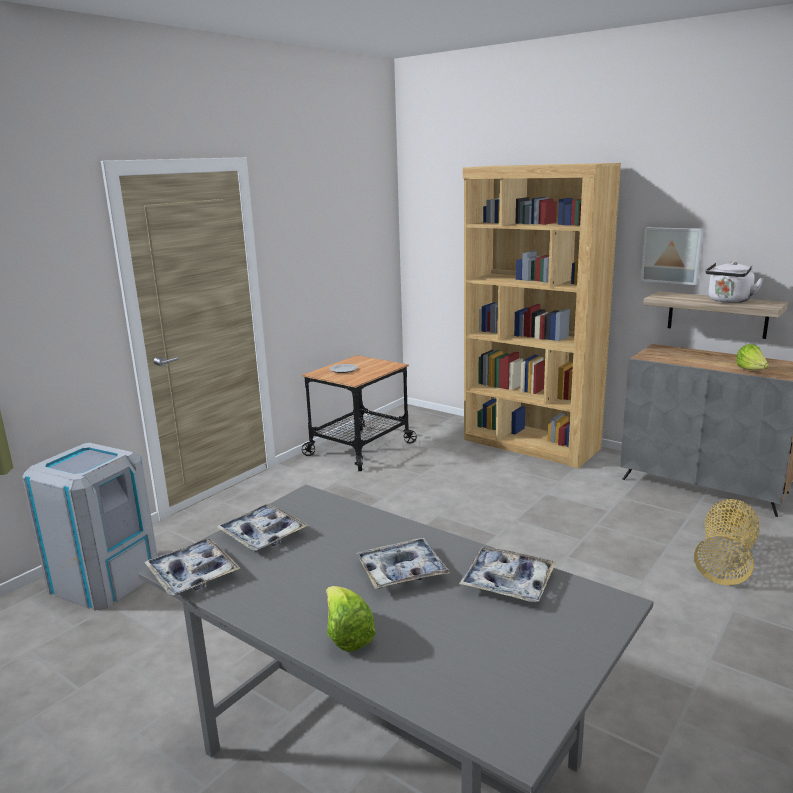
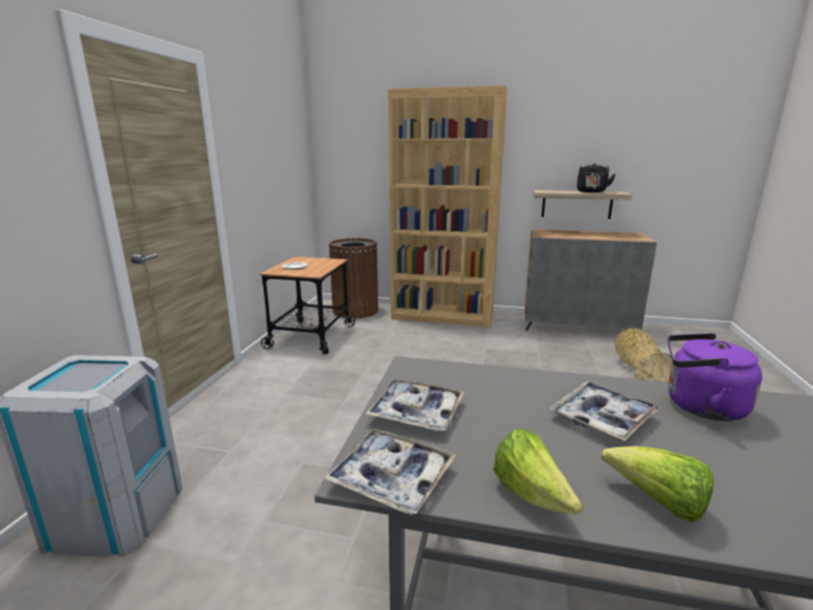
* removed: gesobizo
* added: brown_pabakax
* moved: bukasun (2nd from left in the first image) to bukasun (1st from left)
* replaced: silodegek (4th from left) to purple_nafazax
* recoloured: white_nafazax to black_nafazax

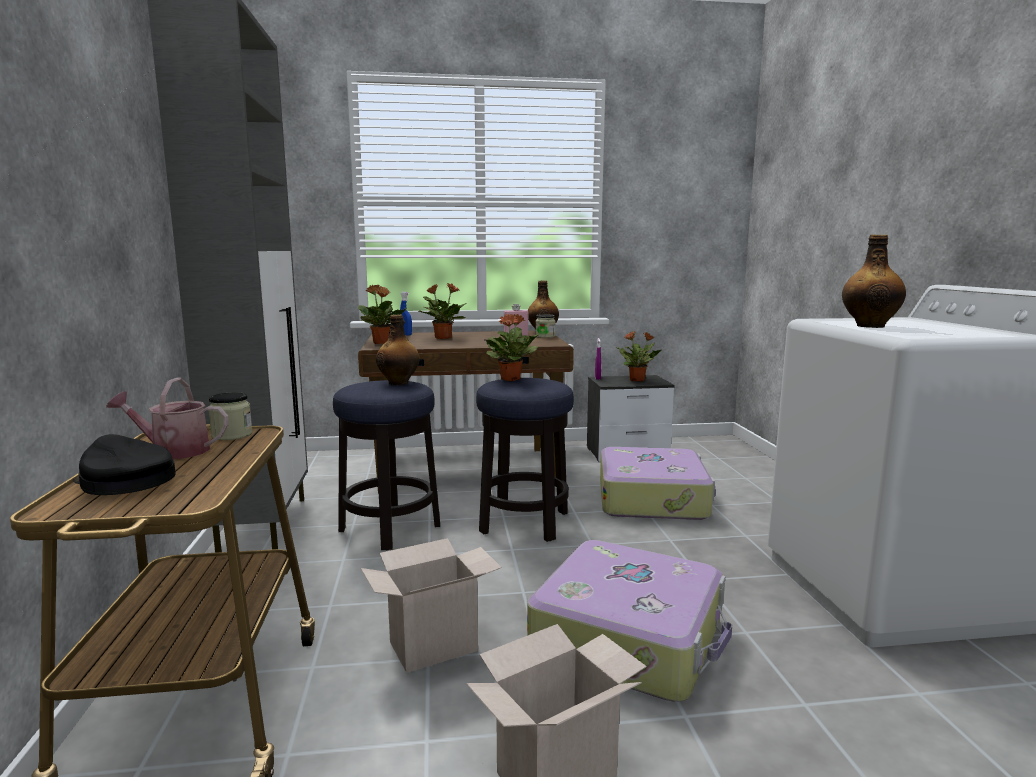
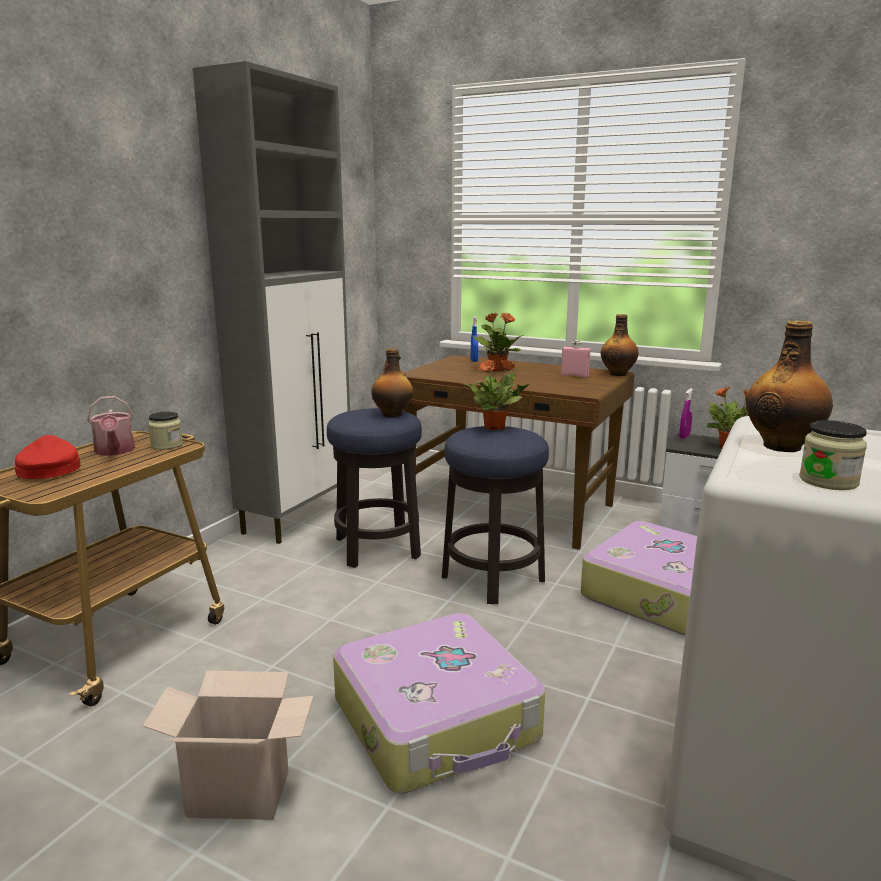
* removed: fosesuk (1st from left)
* removed: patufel (1st from left)
* moved: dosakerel (2nd from left)
* recoloured: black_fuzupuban to red_fuzupuban
* turned: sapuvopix 150 degrees counterclockwise

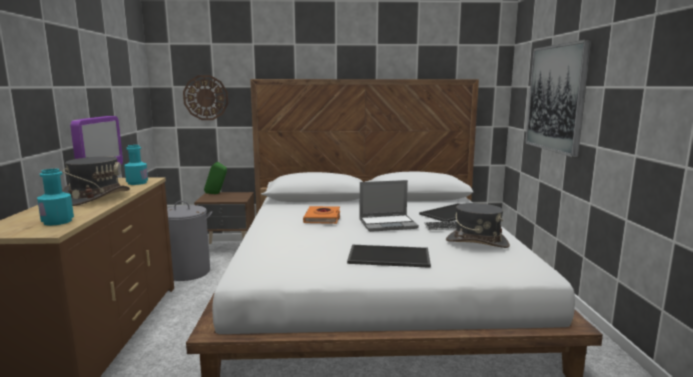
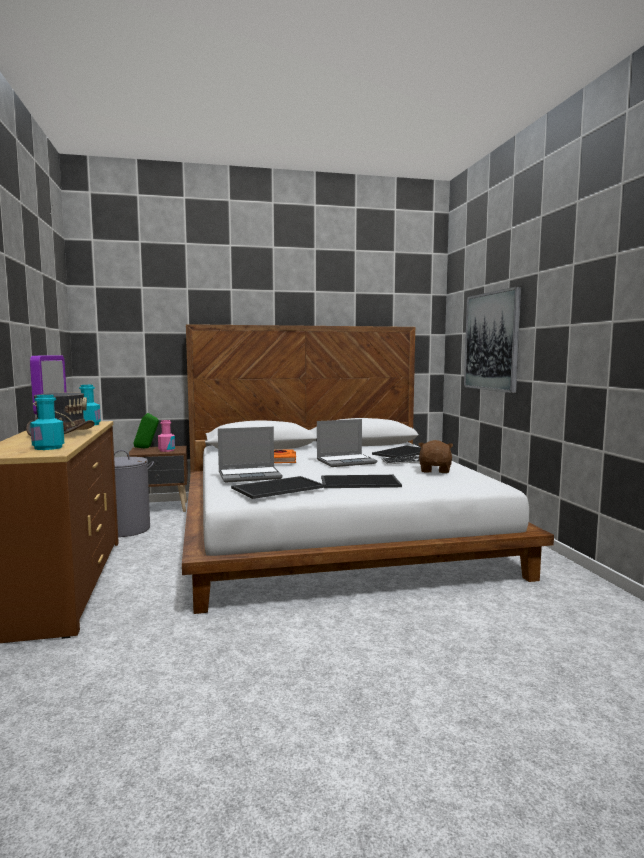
* removed: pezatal
* added: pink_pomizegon
* added: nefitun (1st from left)
* added: silodegek (1st from left)
* replaced: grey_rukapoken (2nd from left) to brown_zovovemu

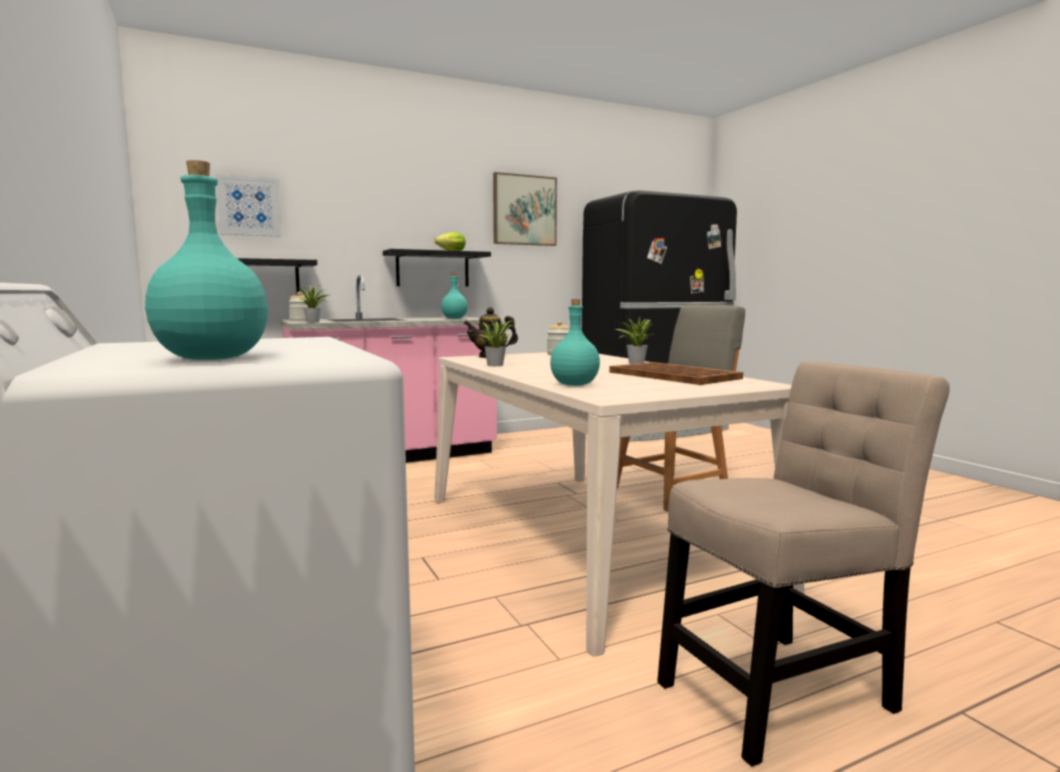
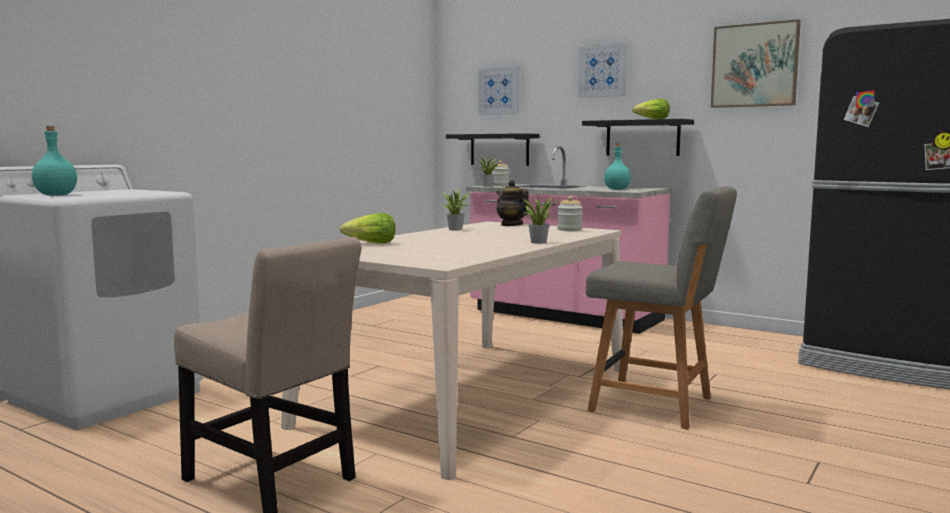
* removed: brown_silodegek
* added: gesobizo (2nd from left)
* replaced: turquoise_pomizegon (3rd from left) to bukasun (1st from left)

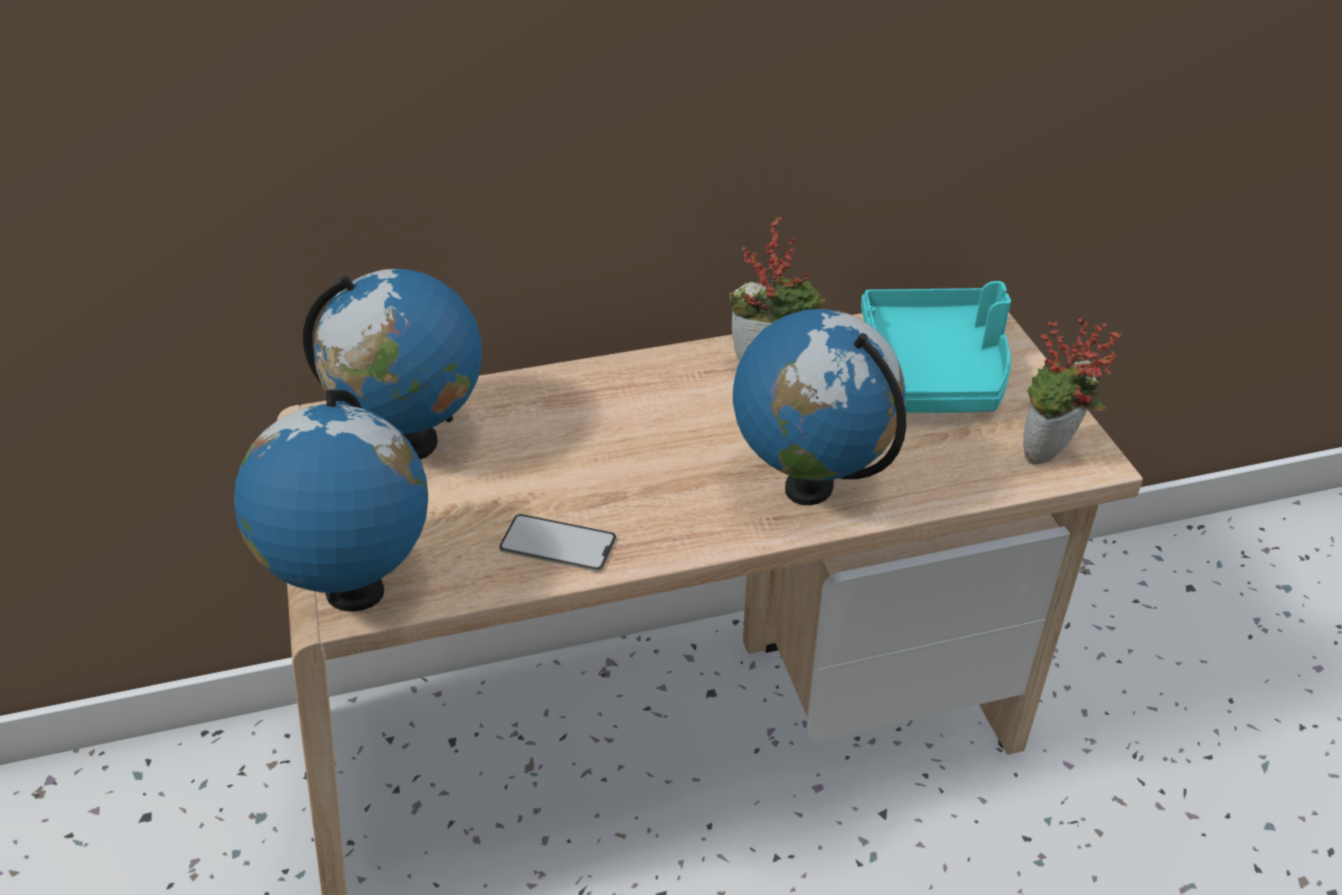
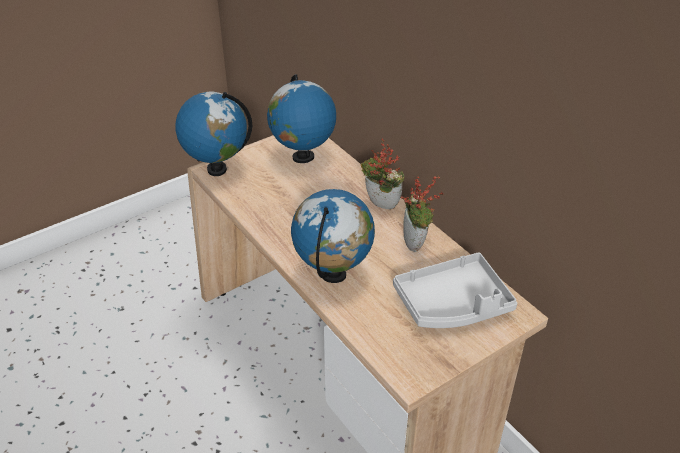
* removed: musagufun
* moved: fosesuk (2nd from left in the first image) to fosesuk (1st from left)
* recoloured: turquoise_silodegek to grey_silodegek

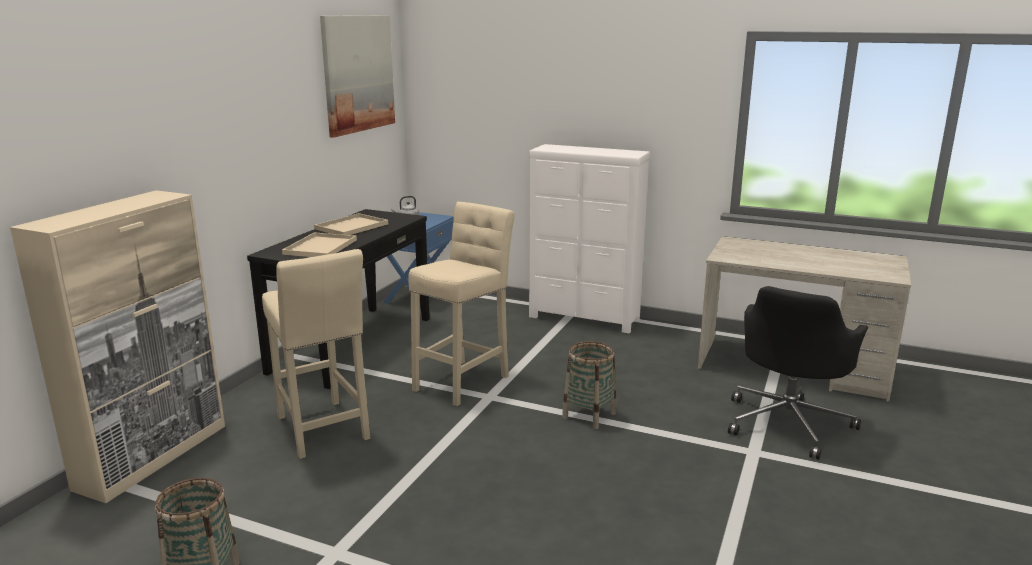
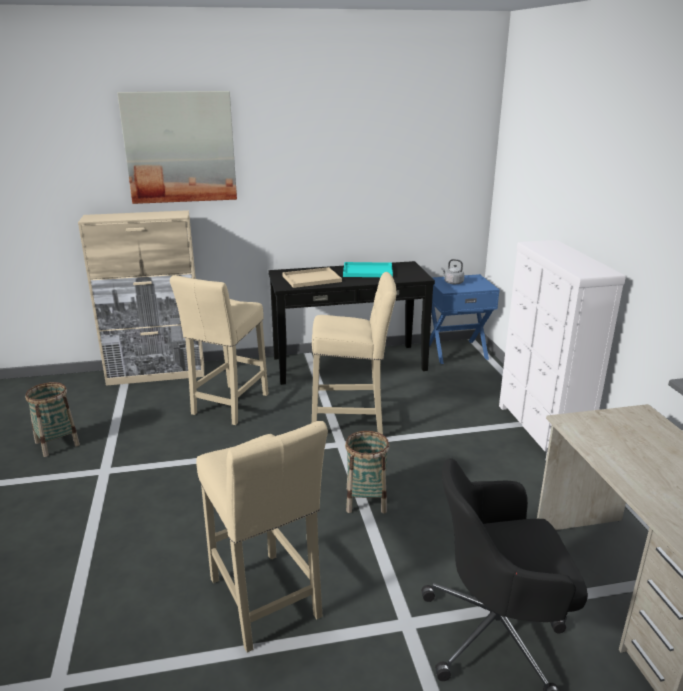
* added: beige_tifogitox (2nd from left)
* moved: gesobizo
* recoloured: beige_silodegek (2nd from left) to turquoise_silodegek

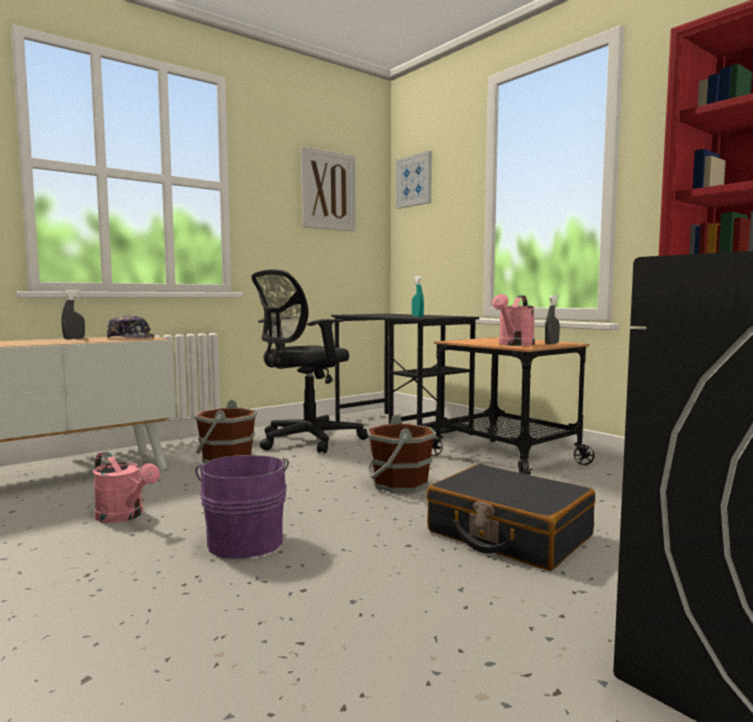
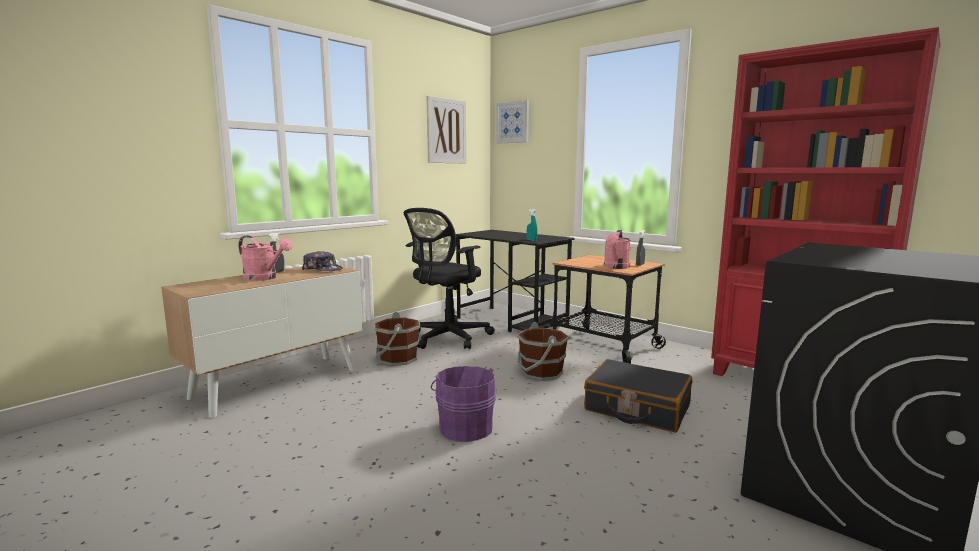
* moved: pink_sapuvopix (1st from left)

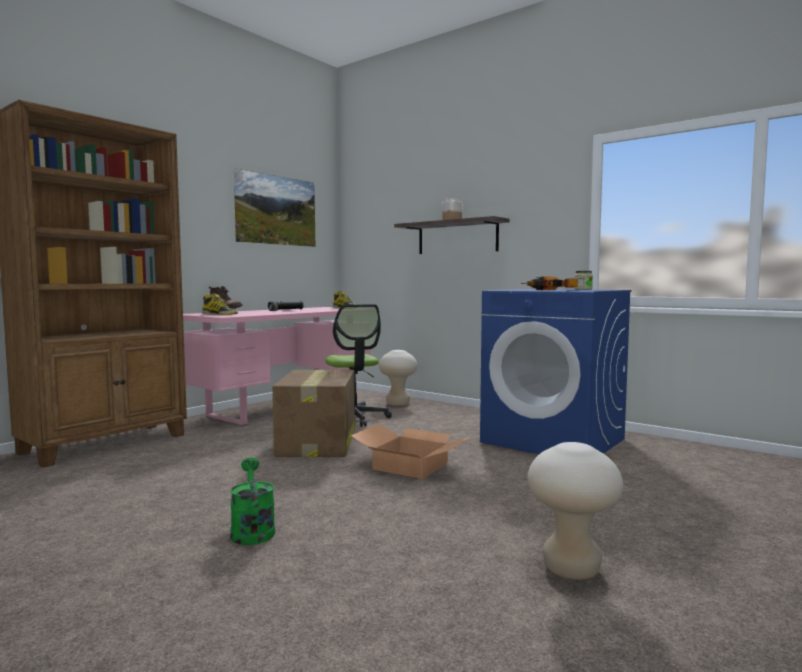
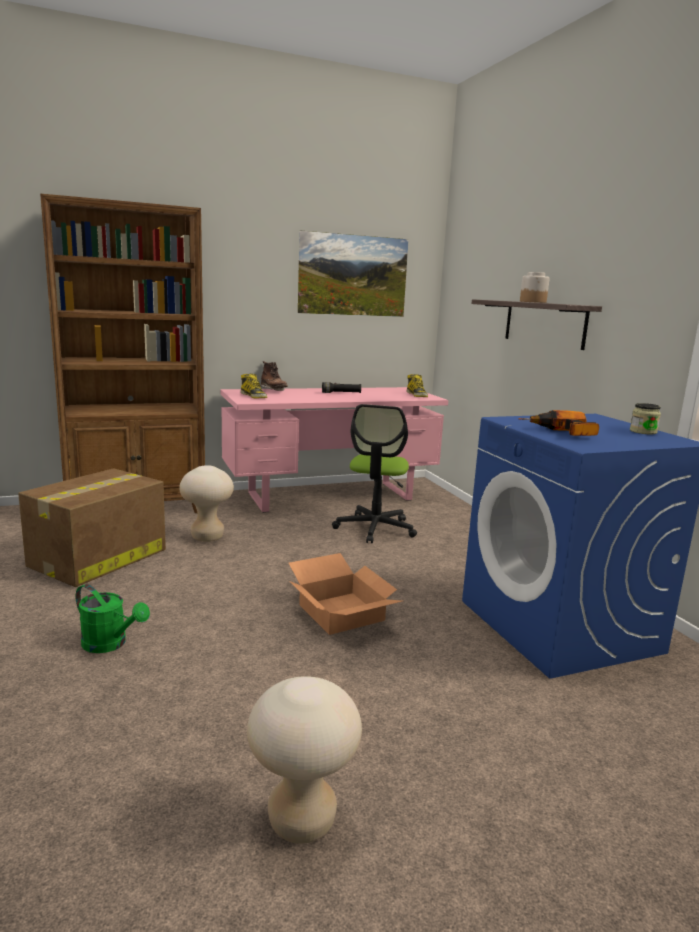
* moved: patufel (1st from left)
* moved: beige_tifogitox (1st from left)
* turned: green_sapuvopix 105 degrees clockwise

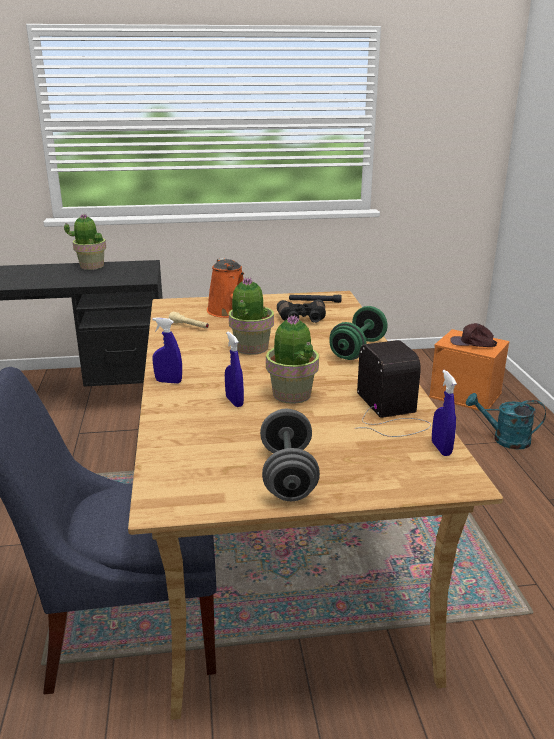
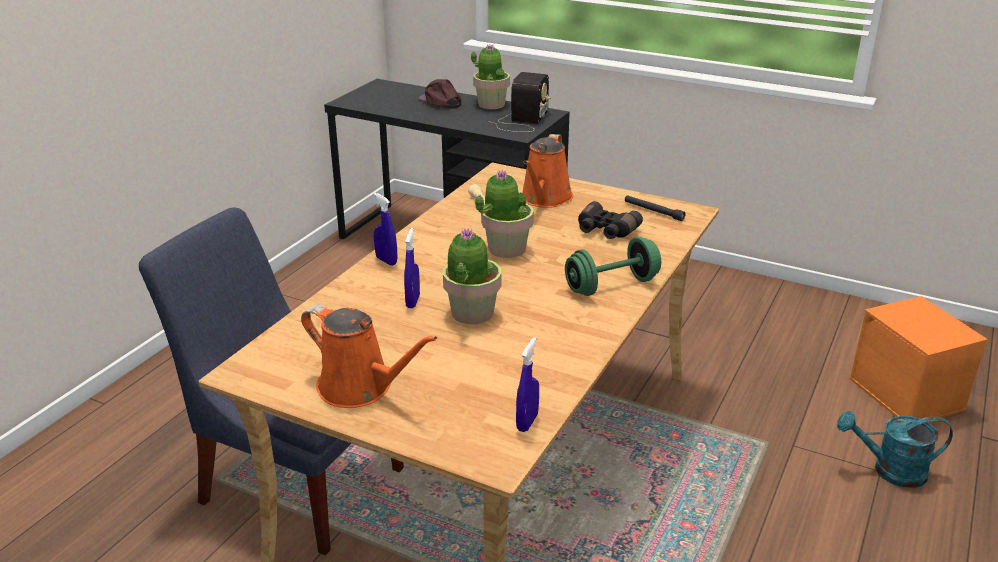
* moved: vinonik
* moved: brown_fuzupuban
* replaced: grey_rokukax to orange_sapuvopix (1st from left)
* turned: turquoise_sapuvopix 45 degrees counterclockwise

